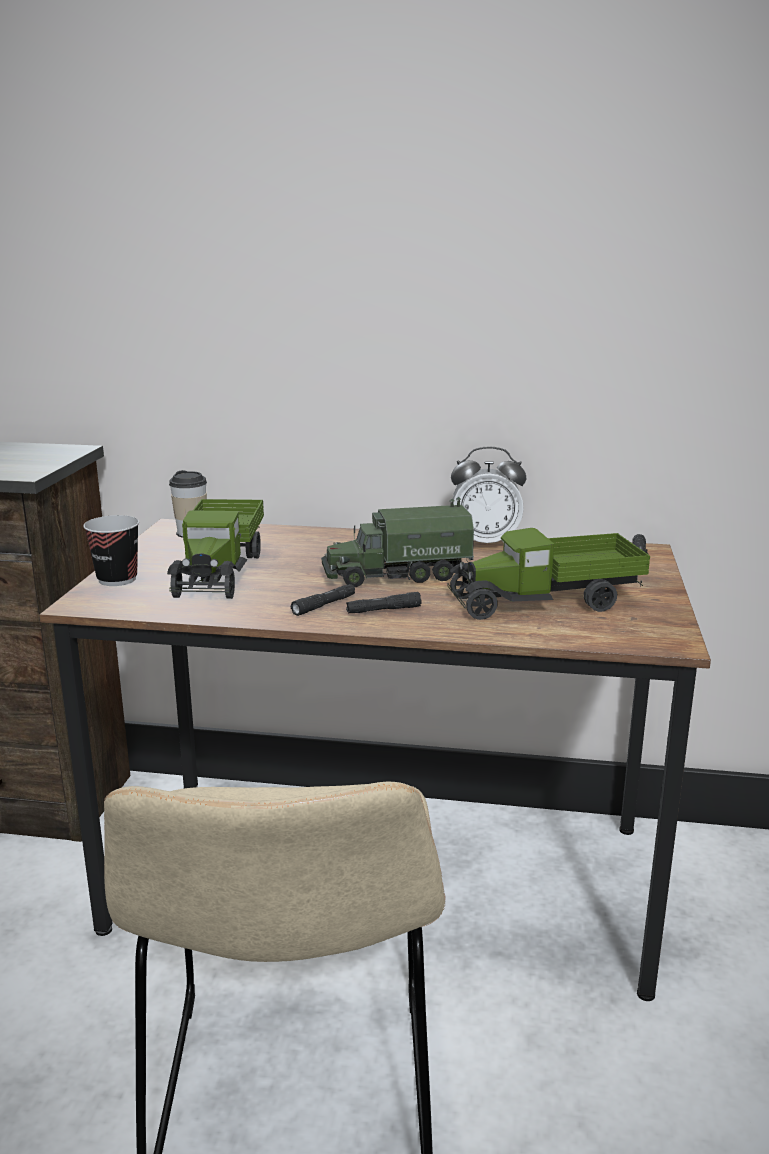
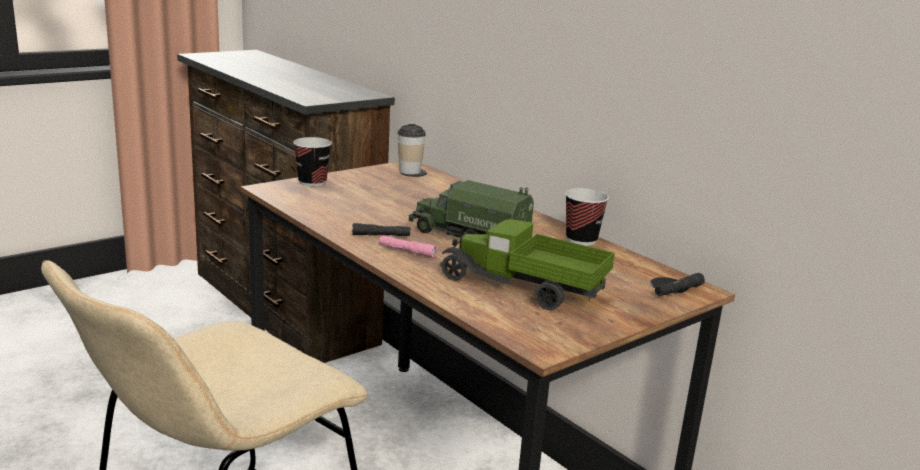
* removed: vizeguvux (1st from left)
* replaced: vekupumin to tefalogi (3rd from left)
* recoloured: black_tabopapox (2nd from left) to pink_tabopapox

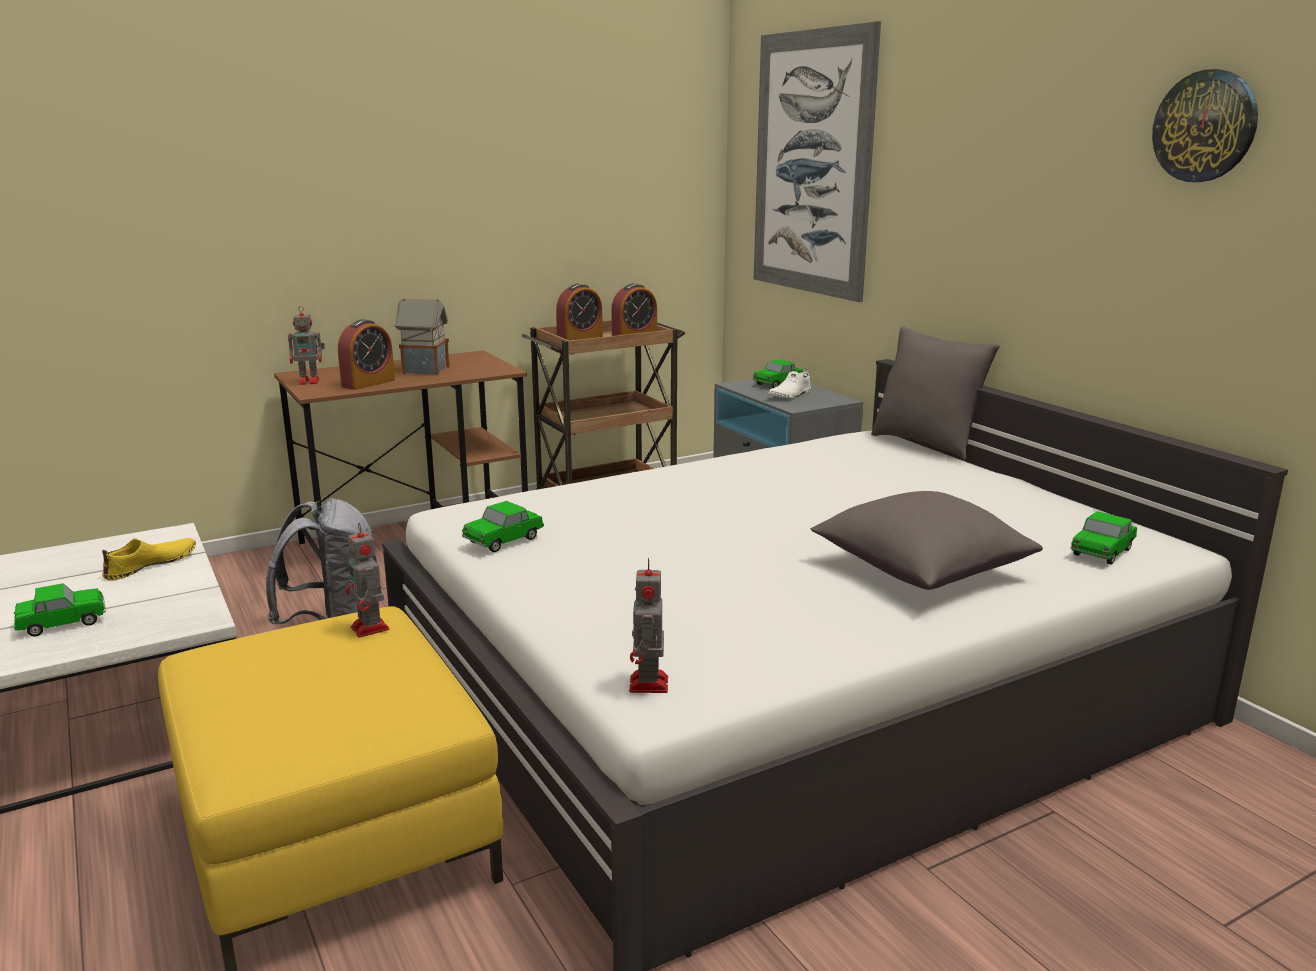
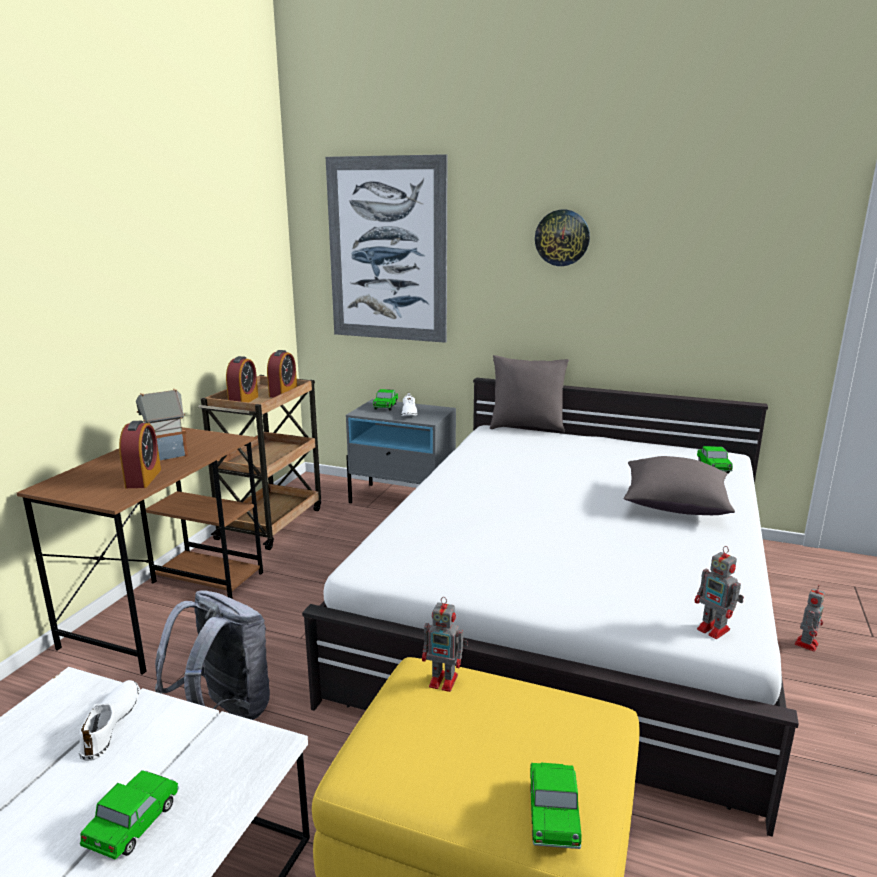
* moved: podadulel (1st from left in the first image) to podadulel (3rd from left)
* moved: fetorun (2nd from left in the first image) to fetorun (3rd from left)
* moved: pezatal
* recoloured: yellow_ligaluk to white_ligaluk (1st from left)

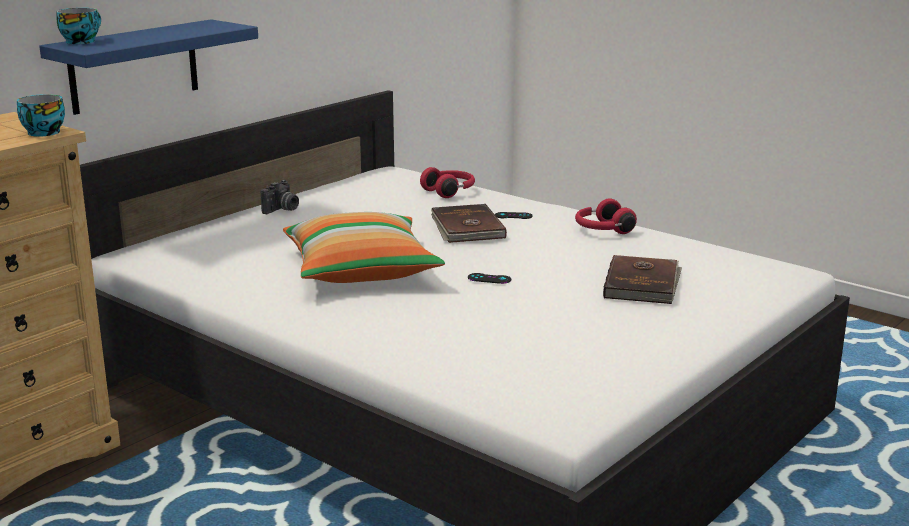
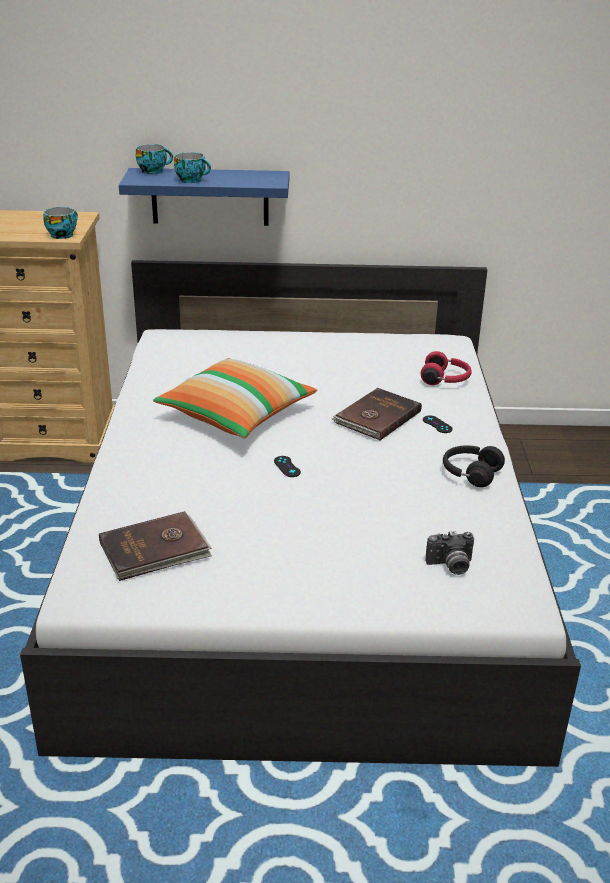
* added: tefalogi (3rd from left)
* moved: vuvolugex
* moved: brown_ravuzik (2nd from left in the first image) to brown_ravuzik (1st from left)
* recoloured: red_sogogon (2nd from left) to black_sogogon

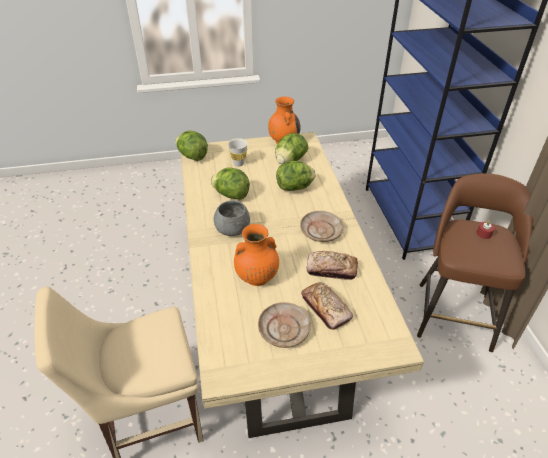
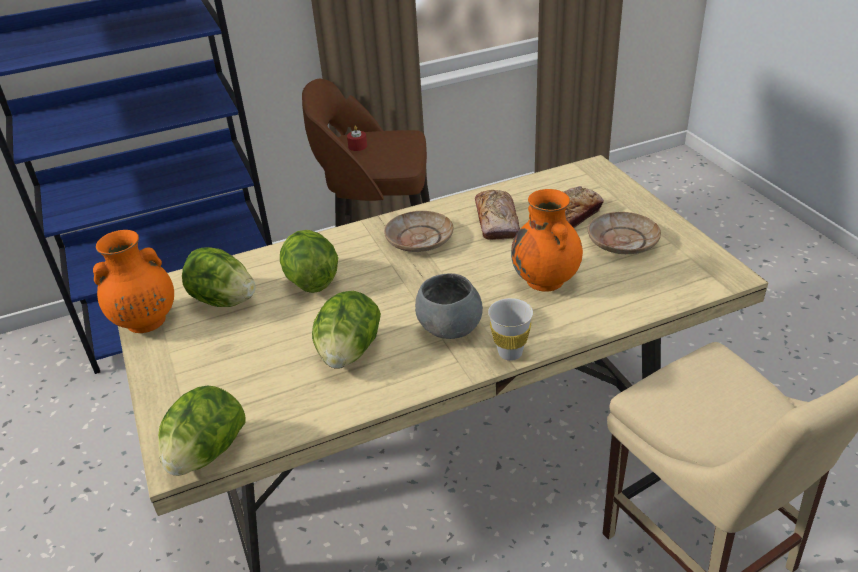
* moved: white_tefalogi

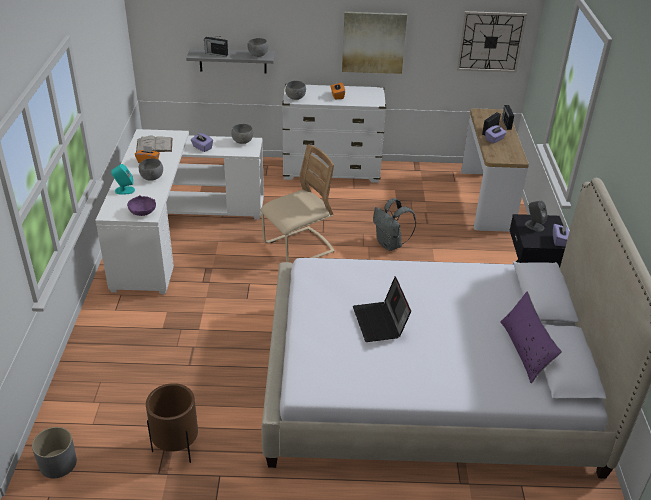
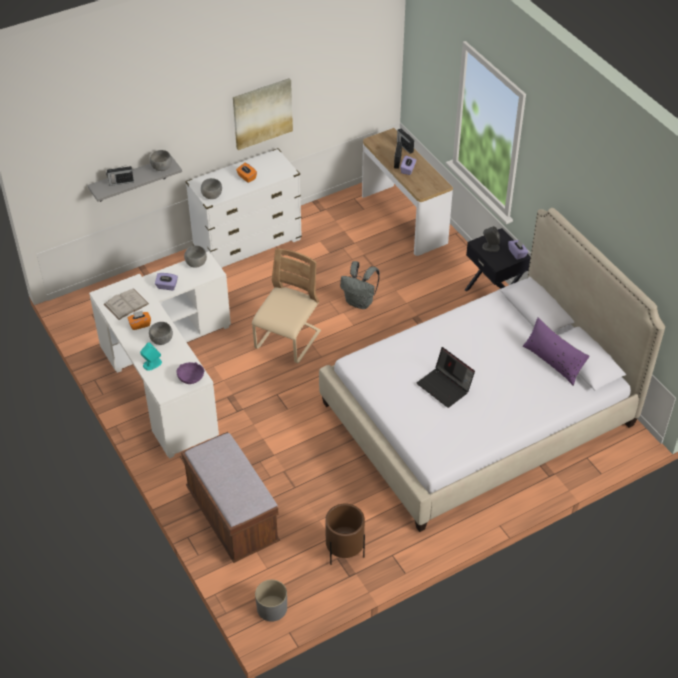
* removed: pezatal
* added: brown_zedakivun

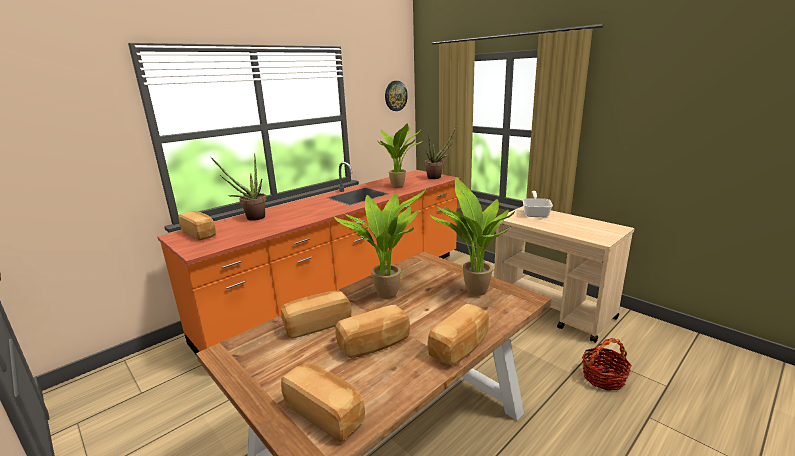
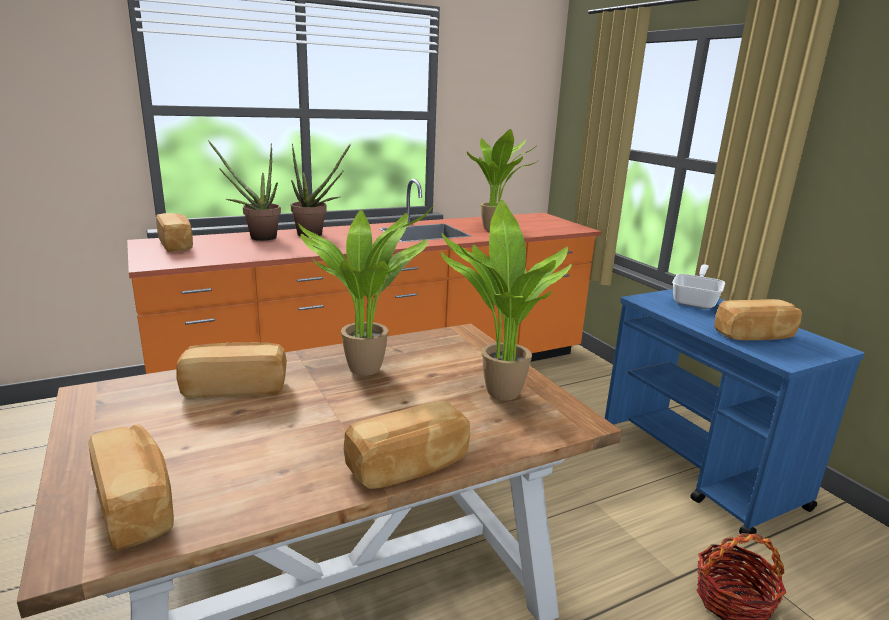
* removed: pezatal
* moved: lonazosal (4th from left in the first image) to lonazosal (5th from left)
* moved: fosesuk (4th from left in the first image) to fosesuk (2nd from left)
* recoloured: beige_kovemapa to blue_kovemapa

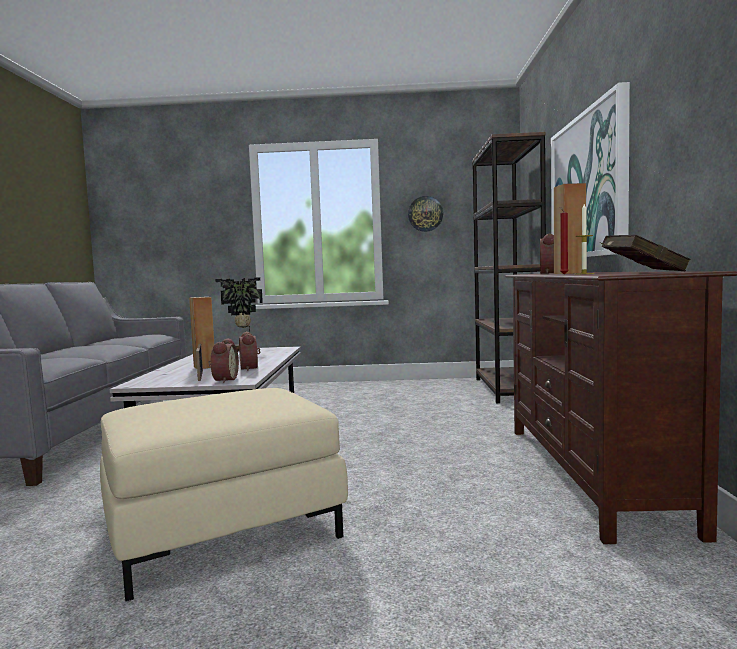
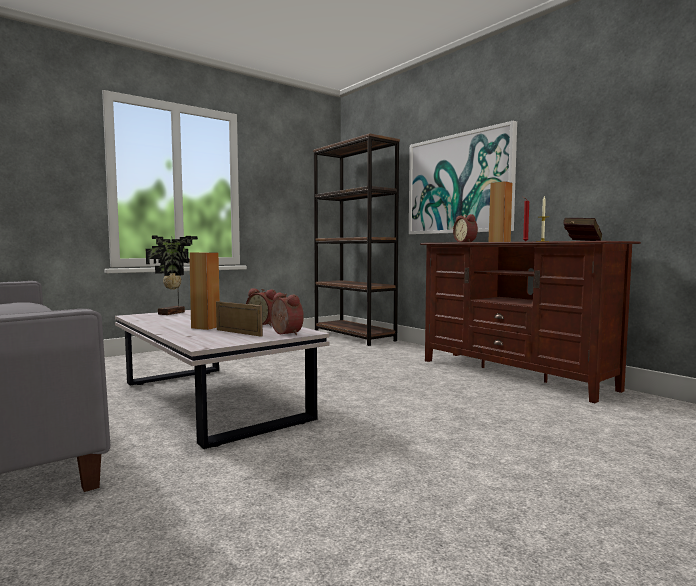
* removed: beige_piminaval
* removed: pezatal

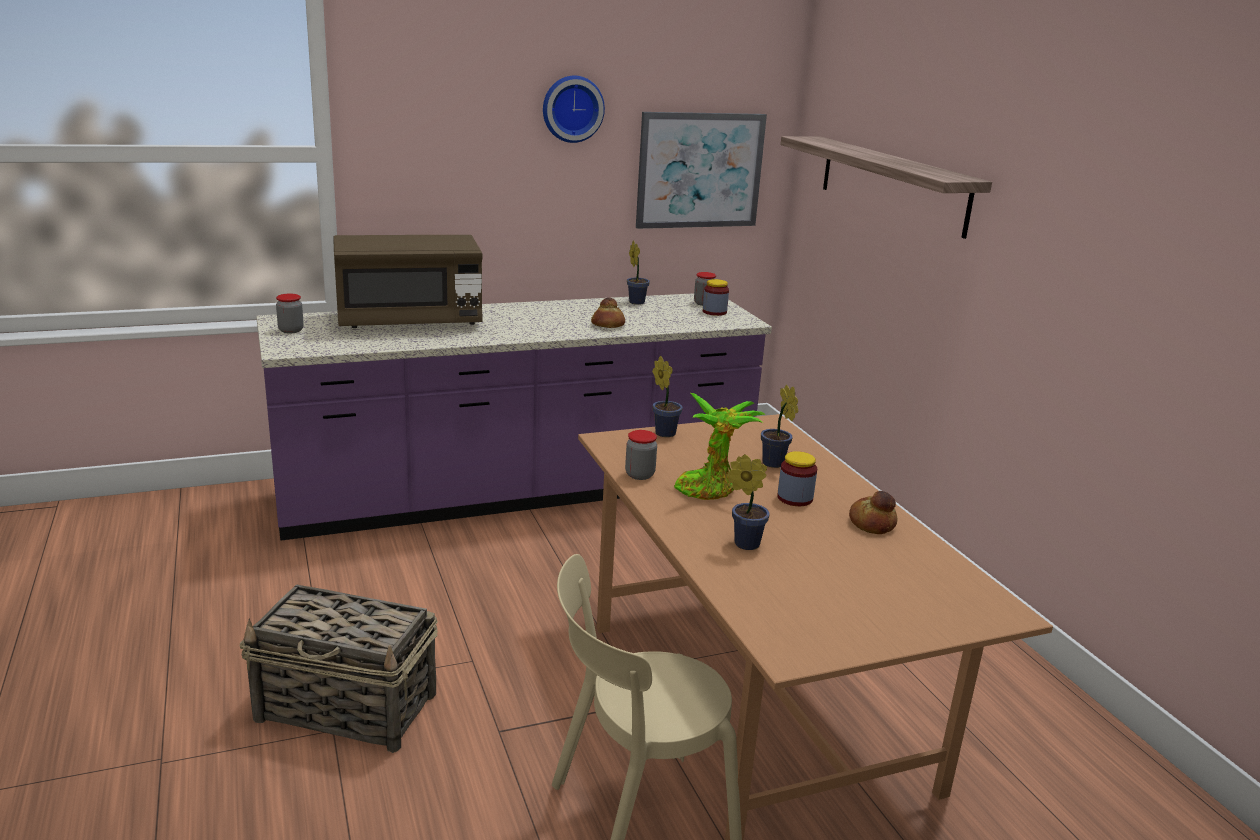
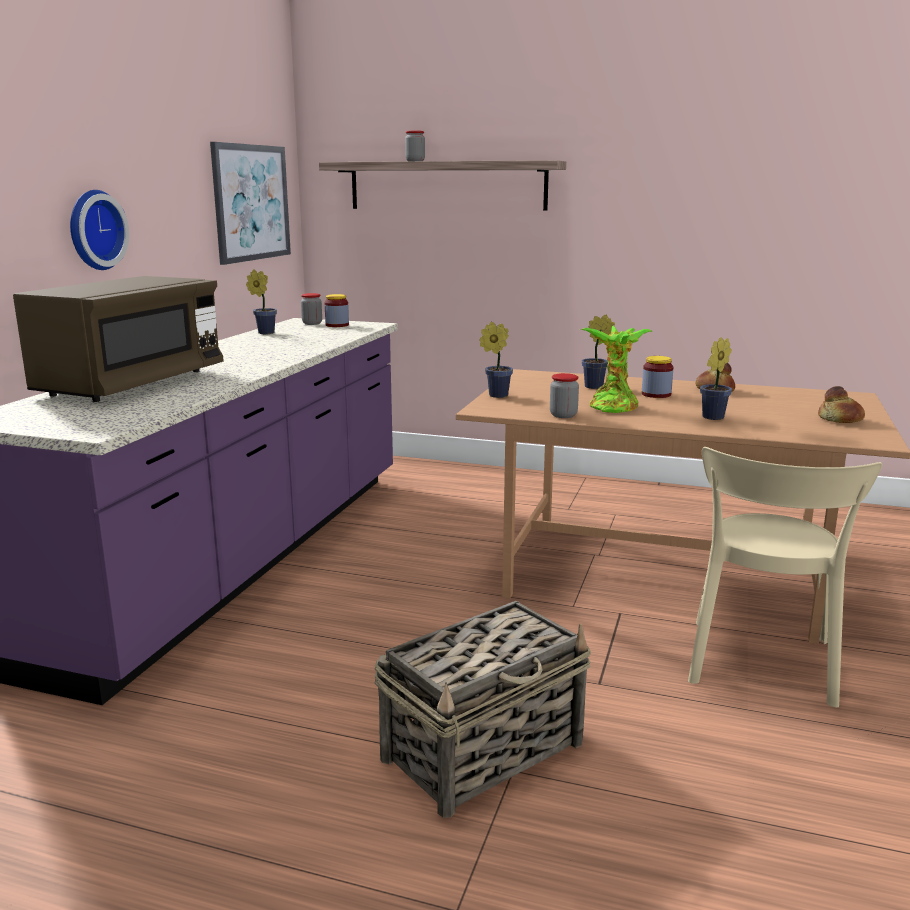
* moved: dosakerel (1st from left in the first image) to dosakerel (3rd from left)
* moved: pezatal
* moved: lonazosal (1st from left in the first image) to lonazosal (2nd from left)

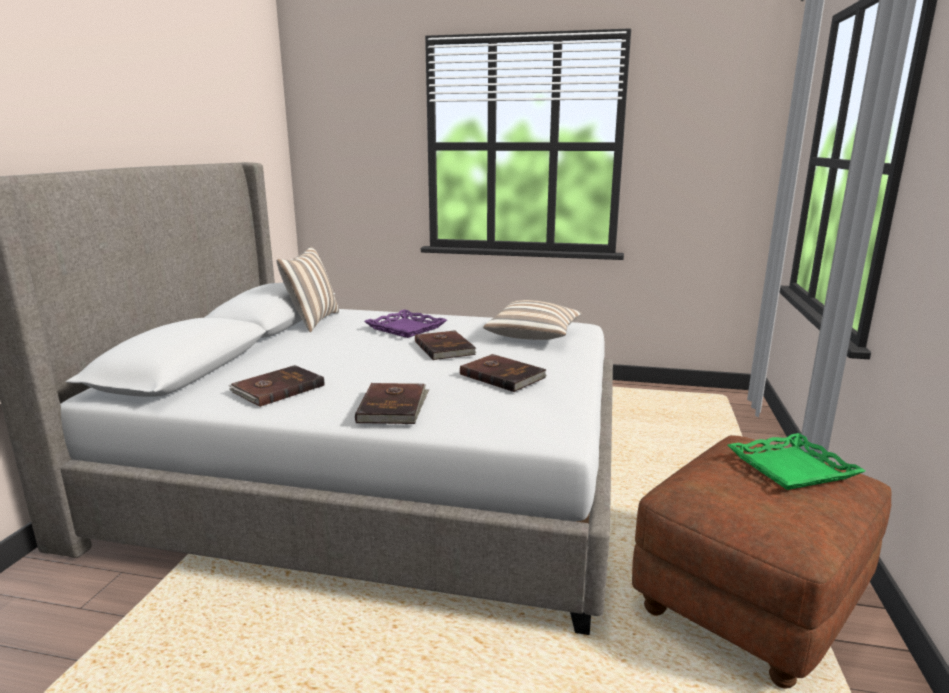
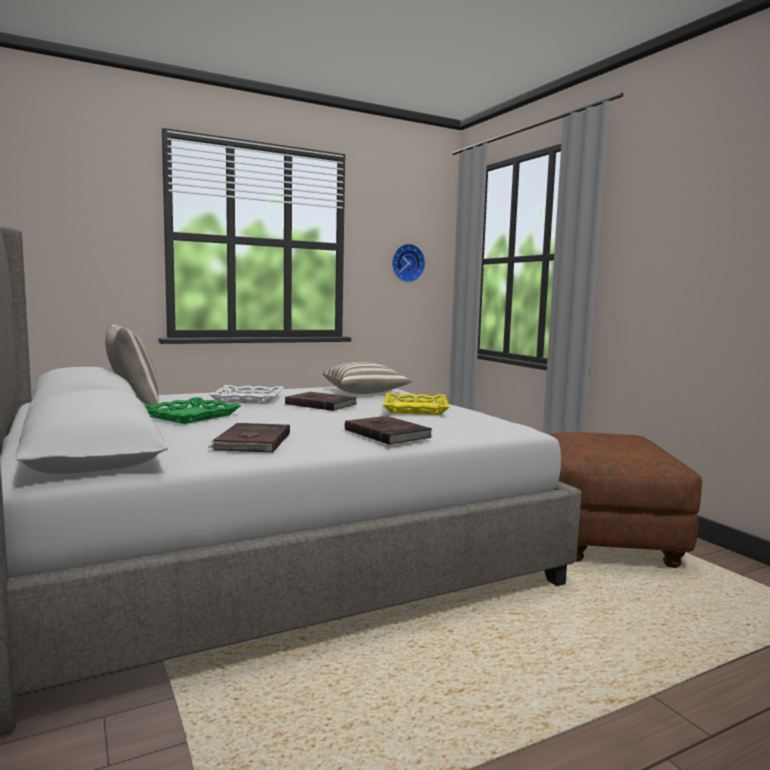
* added: pezatal
* moved: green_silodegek
* replaced: brown_ravuzik (4th from left) to yellow_silodegek
* recoloured: purple_silodegek to white_silodegek

